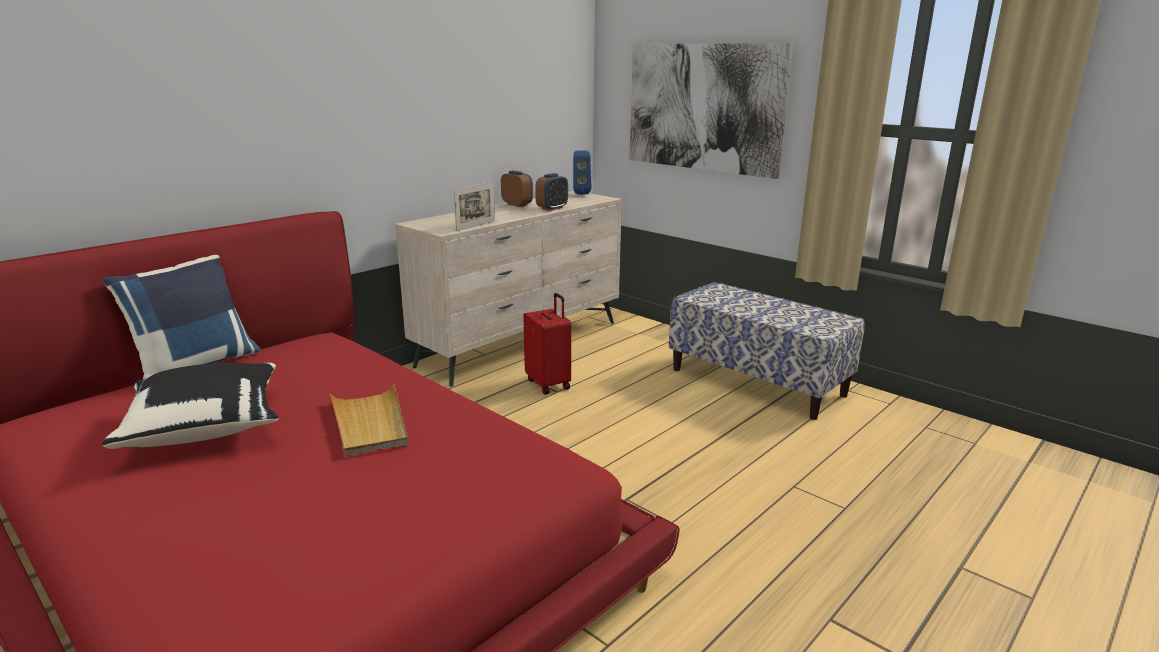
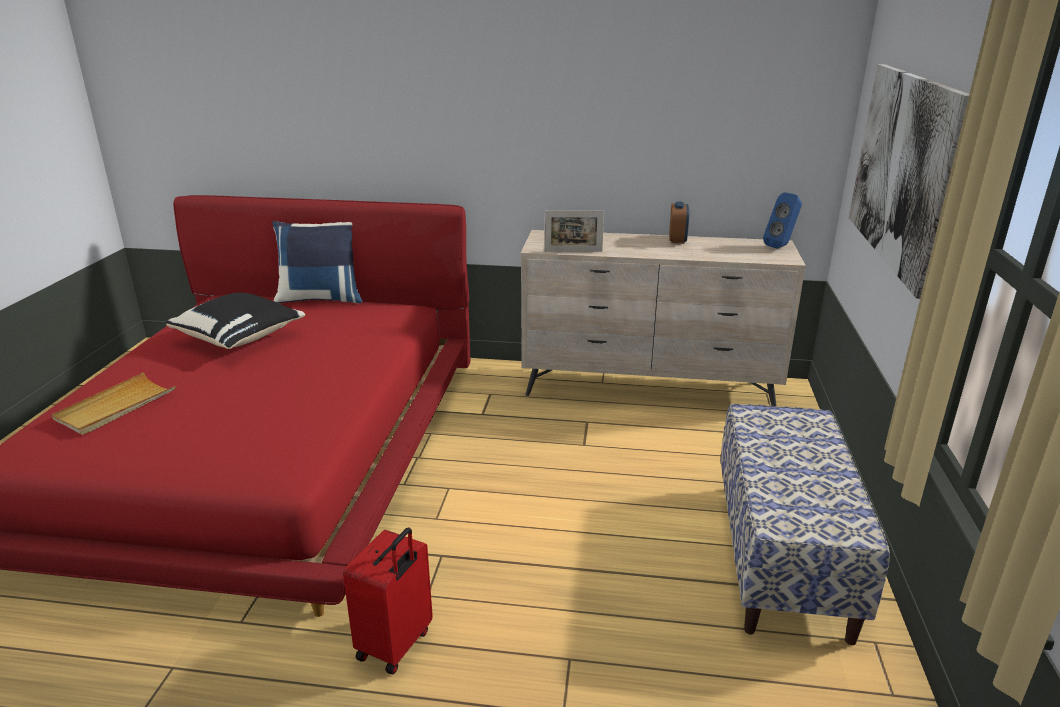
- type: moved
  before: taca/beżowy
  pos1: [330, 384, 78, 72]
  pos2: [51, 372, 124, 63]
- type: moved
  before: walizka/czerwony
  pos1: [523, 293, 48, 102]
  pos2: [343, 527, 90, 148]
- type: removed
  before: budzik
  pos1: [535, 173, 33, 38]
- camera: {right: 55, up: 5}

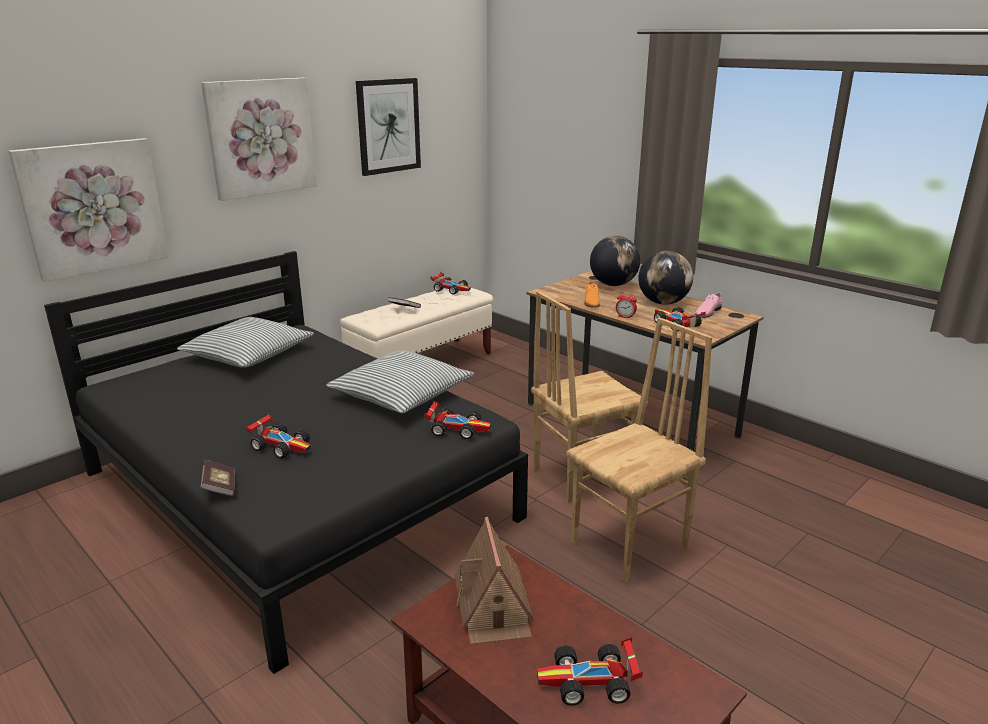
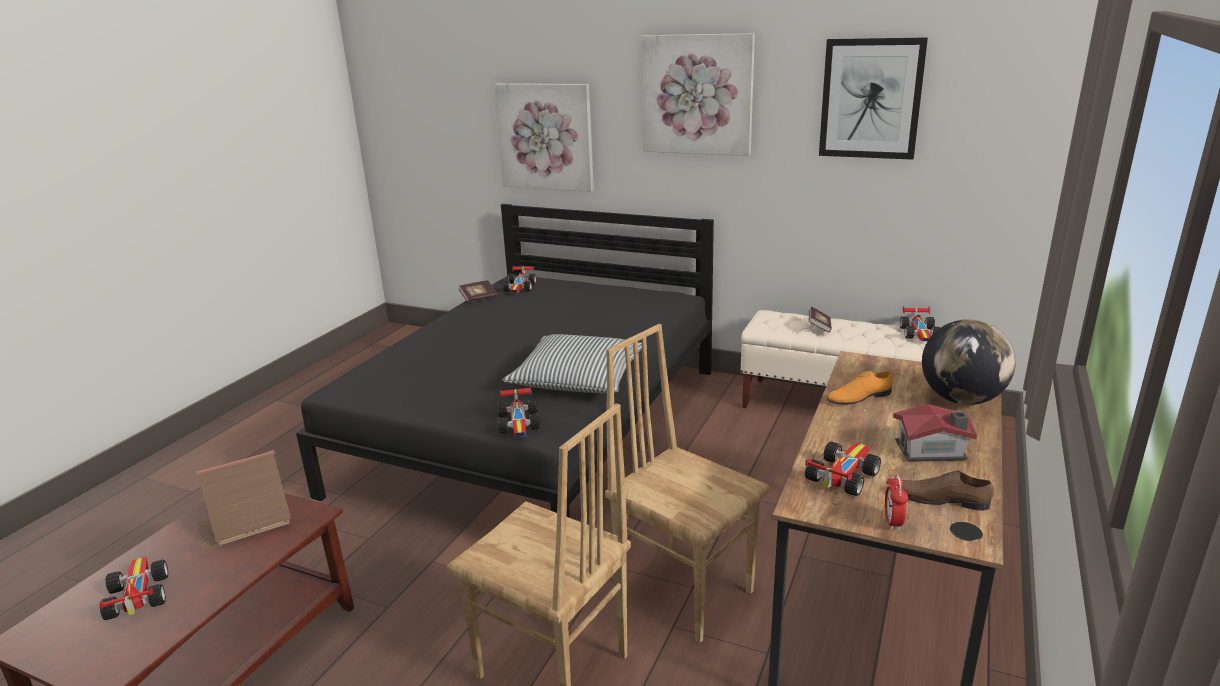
- type: moved
  before: książka
  pos1: [201, 460, 34, 36]
  pos2: [459, 280, 39, 23]
- type: moved
  before: samochodzik
  pos1: [245, 413, 67, 45]
  pos2: [503, 265, 33, 28]
- type: moved
  before: budzik
  pos1: [616, 291, 21, 28]
  pos2: [885, 474, 23, 57]
- type: replaced
  before: globus
  after: domek
  pos1: [638, 251, 55, 54]
  pos2: [893, 404, 84, 58]
- type: recoloured
  before: but/różowy
  after: but/brązowy
  pos1: [696, 293, 26, 25]
  pos2: [902, 471, 92, 40]
- type: removed
  before: poduszka
  pos1: [177, 317, 137, 51]
- camera: {right: 70, up: 0}

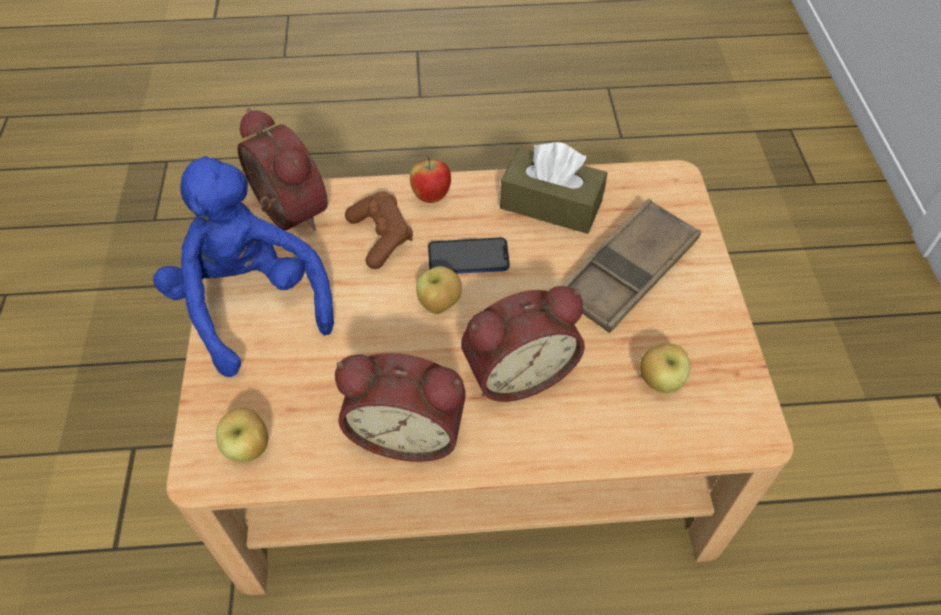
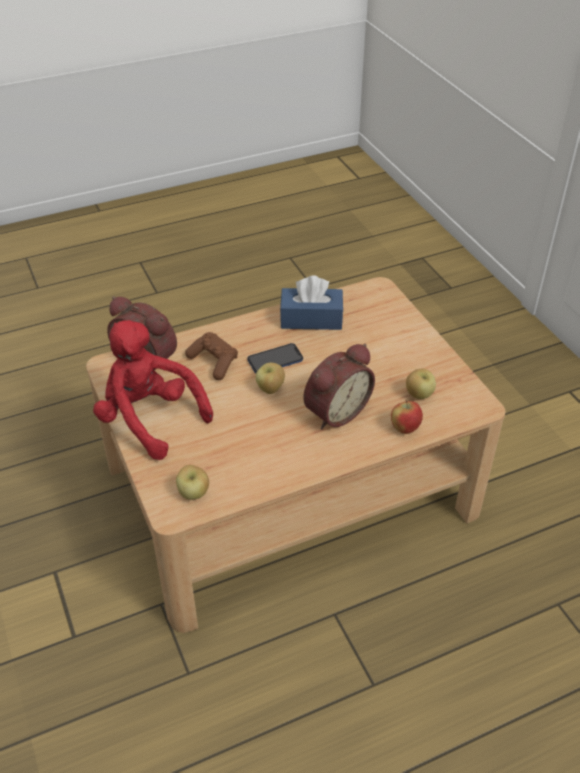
- type: recoloured
  before: pluszak/niebieski
  after: pluszak/czerwony
  pos1: [153, 156, 181, 221]
  pos2: [93, 320, 120, 140]
- type: recoloured
  before: pudełko chusteczek/brązowy
  after: pudełko chusteczek/niebieski
  pos1: [500, 142, 107, 92]
  pos2: [280, 276, 63, 54]
- type: moved
  before: jabłko
  pos1: [410, 157, 41, 46]
  pos2: [391, 400, 32, 34]
- type: removed
  before: budzik
  pos1: [335, 353, 131, 109]
- type: removed
  before: taca/brązowy
  pos1: [562, 199, 139, 134]
- camera: {right: -20, up: -10}

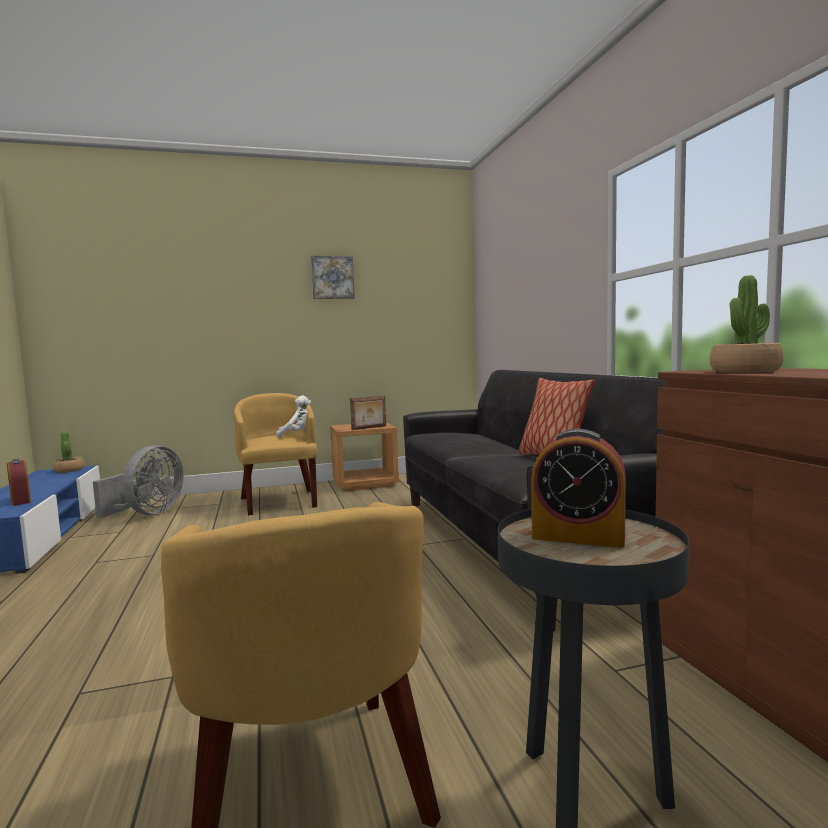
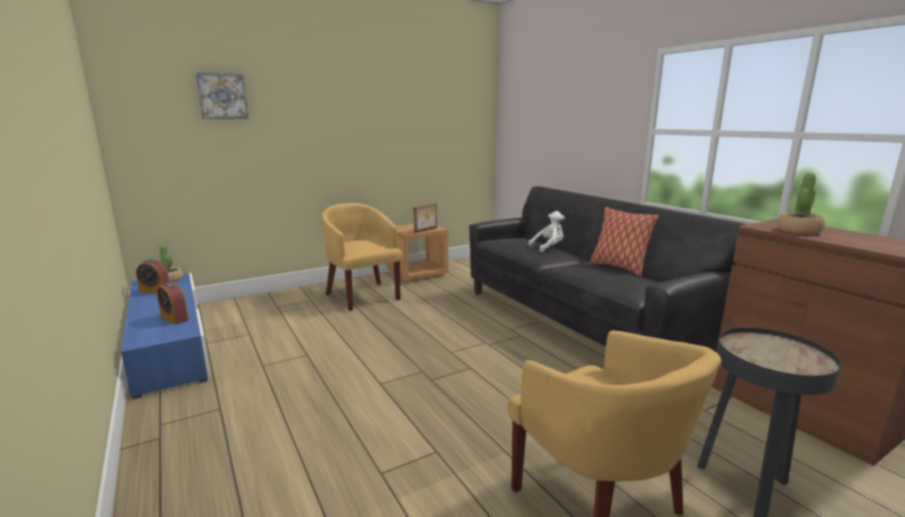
- type: moved
  before: budzik
  pos1: [531, 429, 95, 119]
  pos2: [136, 259, 34, 34]
- type: moved
  before: obraz
  pos1: [311, 256, 44, 43]
  pos2: [196, 72, 53, 47]
- type: moved
  before: pluszak/biały
  pos1: [276, 395, 35, 43]
  pos2: [528, 211, 37, 41]
- type: removed
  before: wentylator/szary
  pos1: [93, 445, 91, 73]
- camera: {right: -15, up: 10}

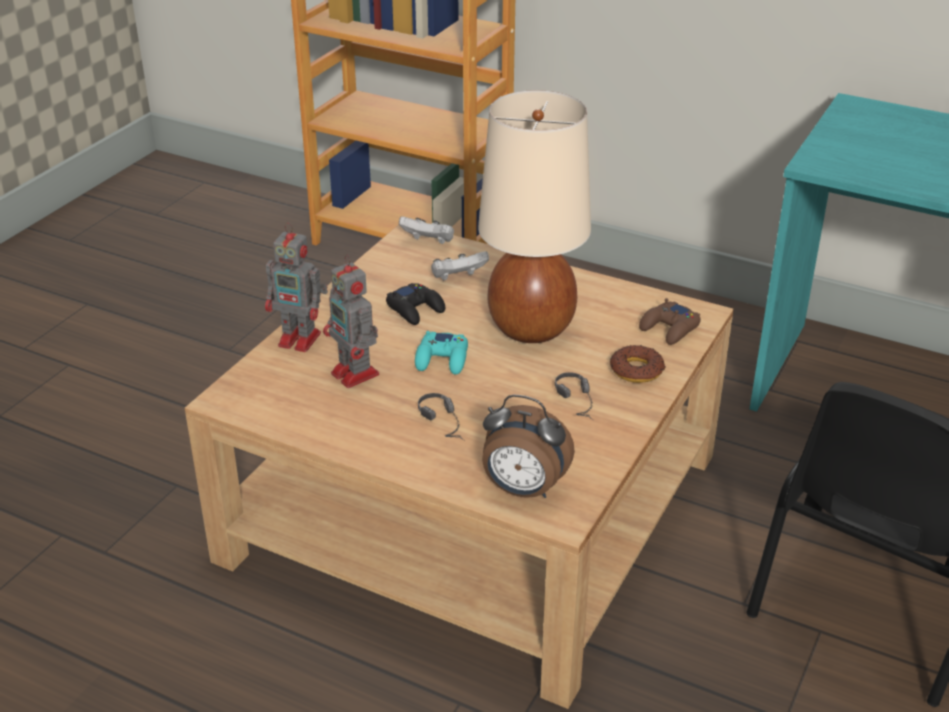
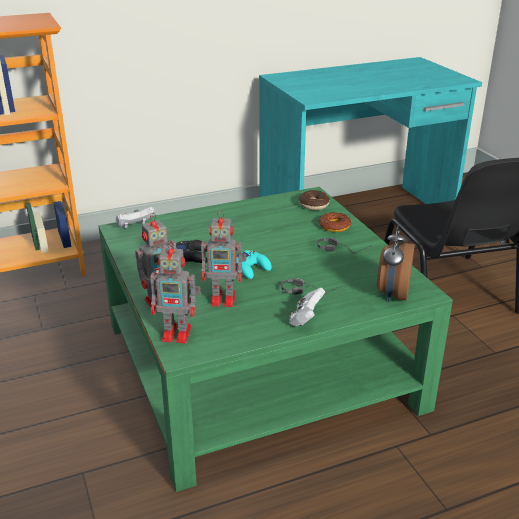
- type: recoloured
  before: ława/beżowy
  after: ława/zielony
  pos1: [185, 224, 549, 485]
  pos2: [99, 187, 354, 305]
- type: added
  after: robot zabawkowy
  pos2: [150, 240, 51, 103]
- type: moved
  before: pad do gier/biały
  pos1: [431, 251, 58, 30]
  pos2: [288, 288, 37, 39]
- type: replaced
  before: pad do gier/brązowy
  after: donut
  pos1: [639, 298, 62, 47]
  pos2: [299, 190, 31, 20]
- type: turned
  before: budzik
  pos1: [482, 394, 93, 104]
  pos2: [377, 225, 37, 77]
  turn: 135
- type: removed
  before: lampa stołowa/beżowy
  pos1: [478, 90, 113, 253]
- camera: {right: -50, up: -5}

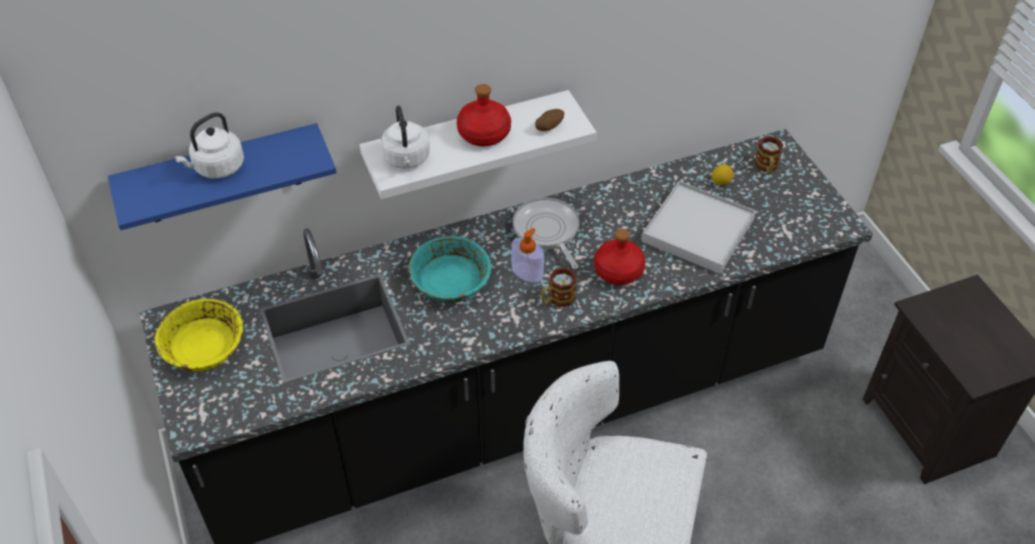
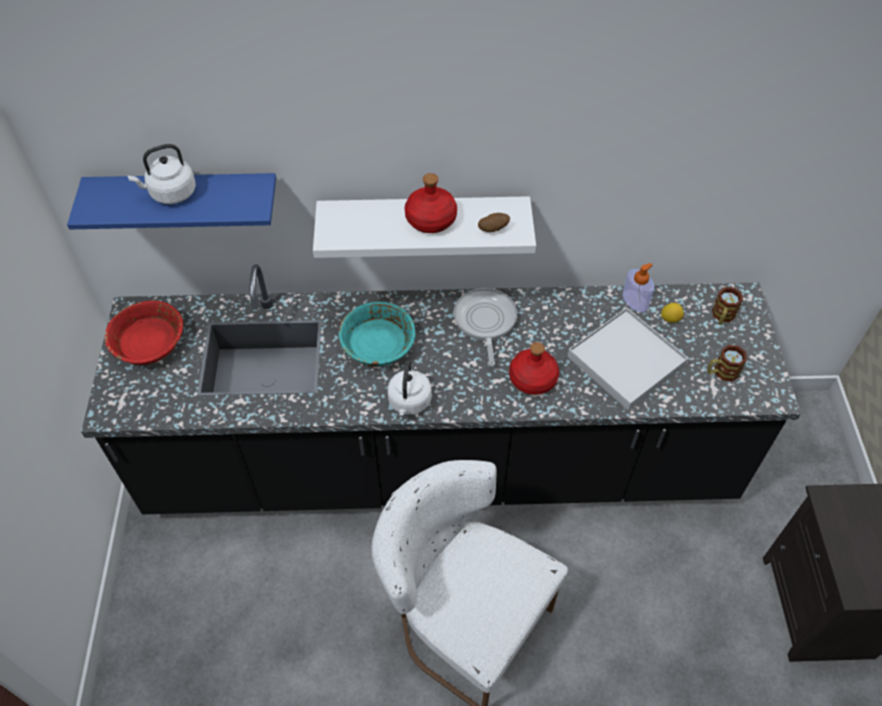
- type: recoloured
  before: miska/żółty
  after: miska/czerwony
  pos1: [155, 299, 88, 73]
  pos2: [105, 300, 78, 65]
- type: moved
  before: czajnik/biały
  pos1: [381, 105, 49, 63]
  pos2: [388, 360, 44, 55]
- type: moved
  before: dozownik mydła
  pos1: [512, 228, 32, 55]
  pos2: [622, 263, 33, 49]
- type: moved
  before: kubek
  pos1: [541, 267, 36, 40]
  pos2: [707, 345, 40, 37]
- camera: {right: 20, up: 5}

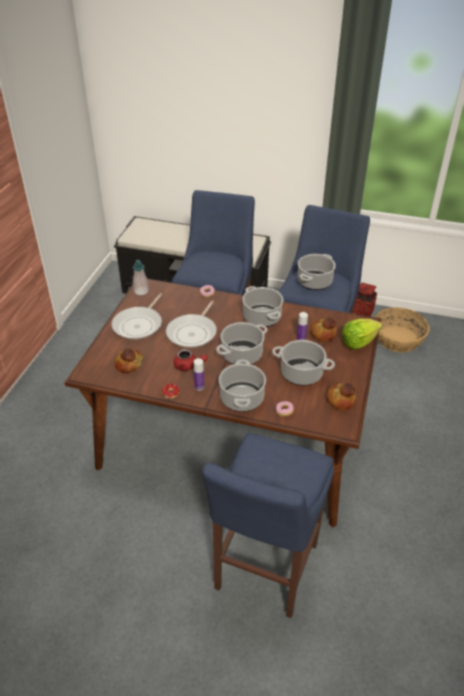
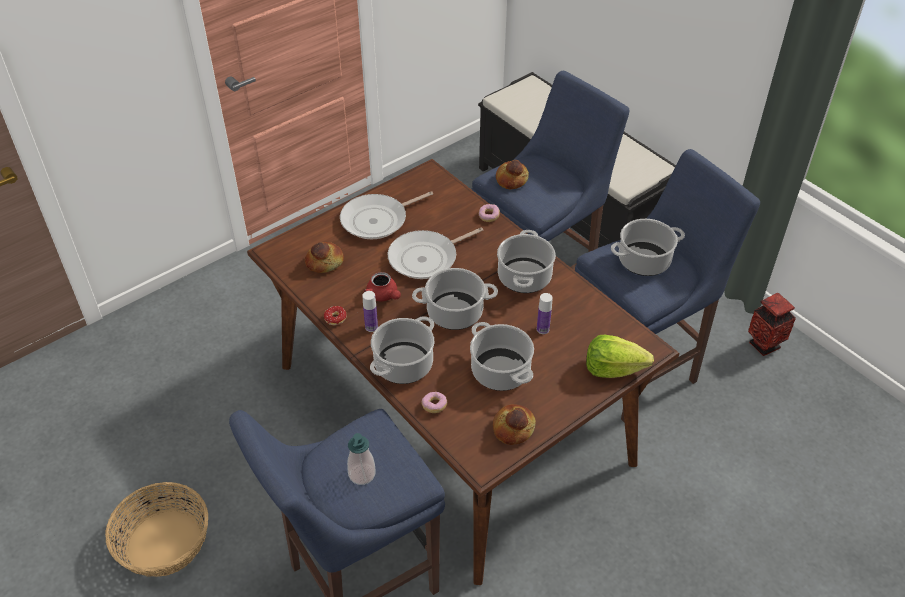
- type: moved
  before: koszyk
  pos1: [375, 307, 55, 45]
  pos2: [105, 482, 103, 95]
- type: moved
  before: dozownik mydła
  pos1: [133, 260, 16, 35]
  pos2: [347, 433, 29, 52]
- type: moved
  before: chleb
  pos1: [310, 317, 27, 25]
  pos2: [496, 160, 33, 29]
- camera: {right: 35, up: 5}

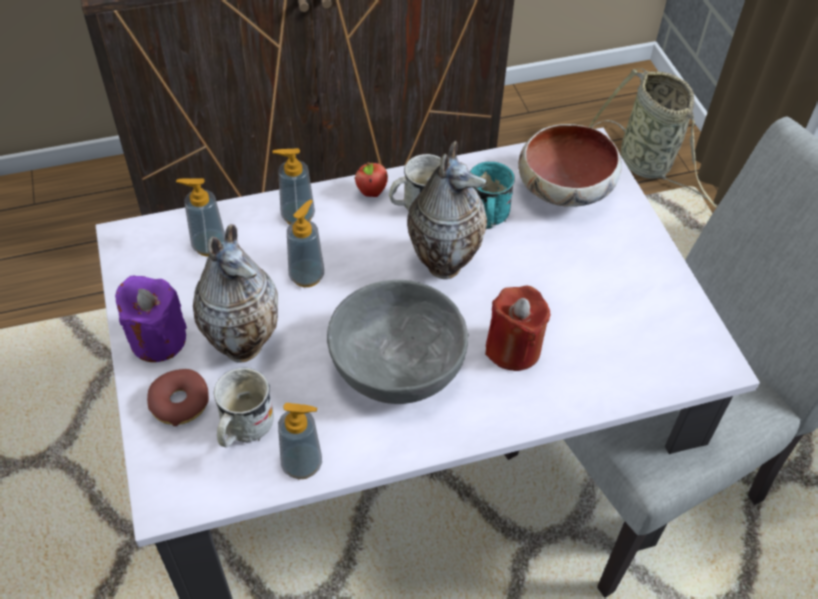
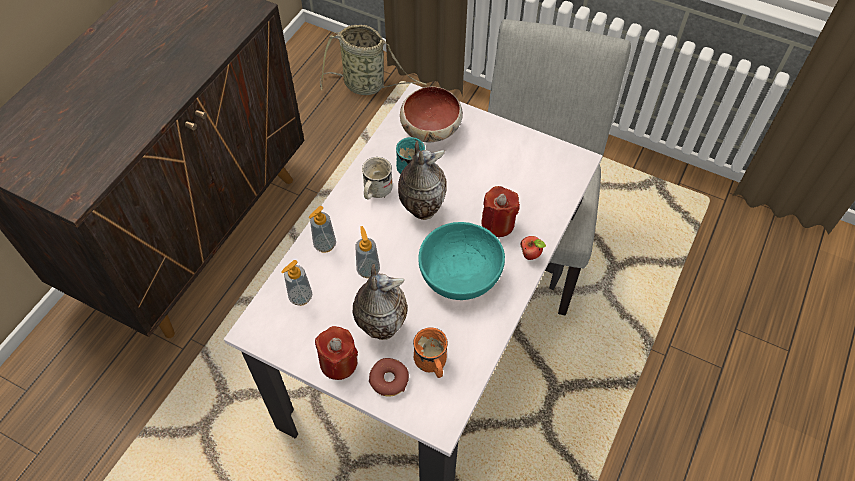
- type: recoloured
  before: świeca/fioletowy
  after: świeca/czerwony
  pos1: [115, 276, 72, 86]
  pos2: [315, 326, 43, 54]
- type: recoloured
  before: kubek/biały
  after: kubek/pomarańczowy
  pos1: [214, 368, 60, 79]
  pos2: [413, 327, 35, 51]
- type: recoloured
  before: miska/szary
  after: miska/turkusowy
  pos1: [327, 280, 142, 124]
  pos2: [418, 222, 87, 78]
- type: moved
  before: jabłko
  pos1: [354, 162, 34, 35]
  pos2: [520, 236, 26, 24]
- type: removed
  before: dozownik mydła
  pos1: [278, 403, 44, 76]
- camera: {right: -45, up: 5}

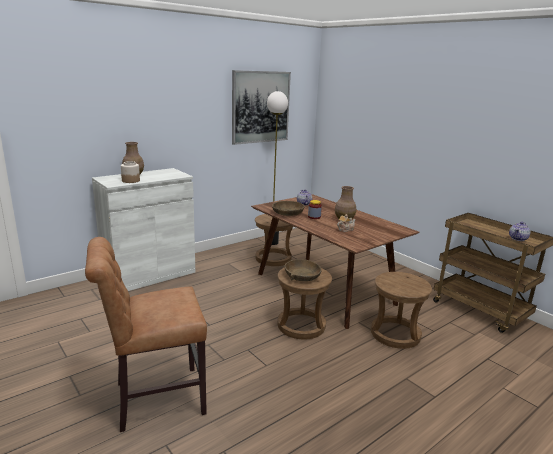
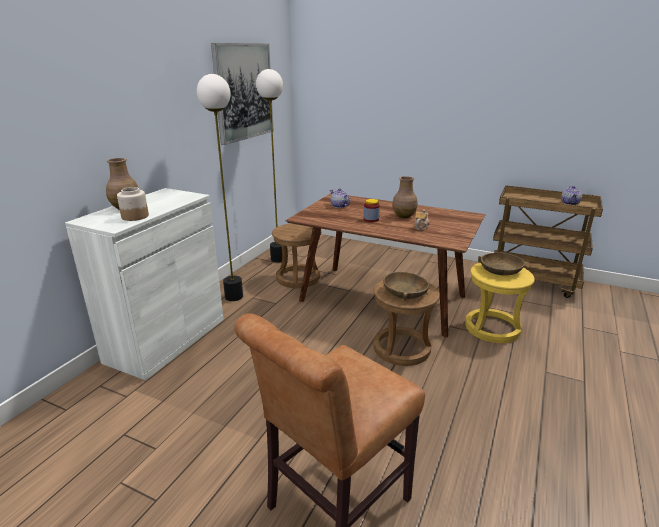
- type: added
  after: lampa stojąca
  pos2: [197, 74, 46, 227]
- type: recoloured
  before: stołek/brązowy
  after: stołek/żółty
  pos1: [371, 272, 61, 77]
  pos2: [465, 263, 70, 80]
- type: moved
  before: miska/brązowy
  pos1: [272, 201, 32, 15]
  pos2: [478, 252, 47, 24]
- camera: {right: -25, up: 5}

